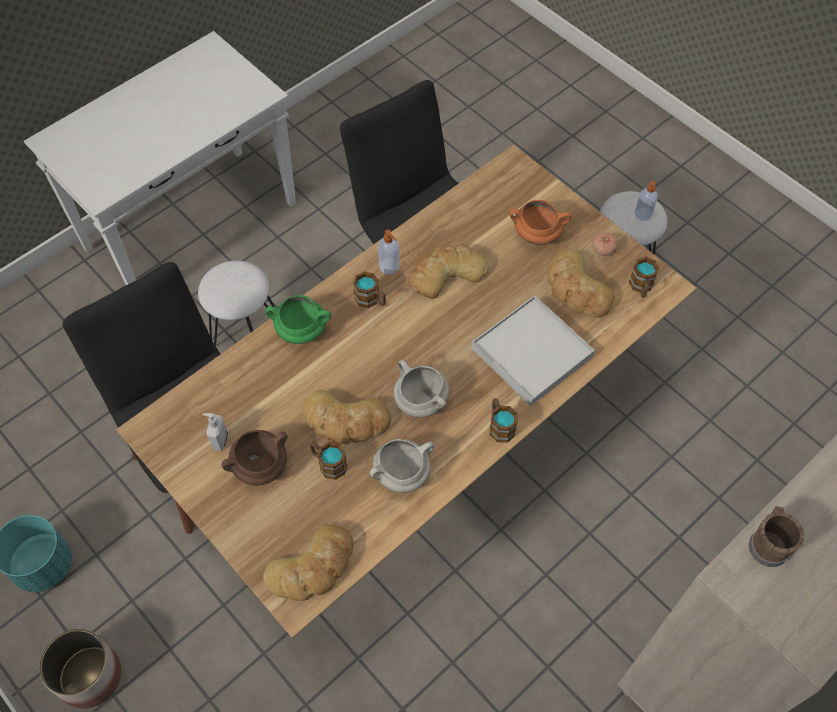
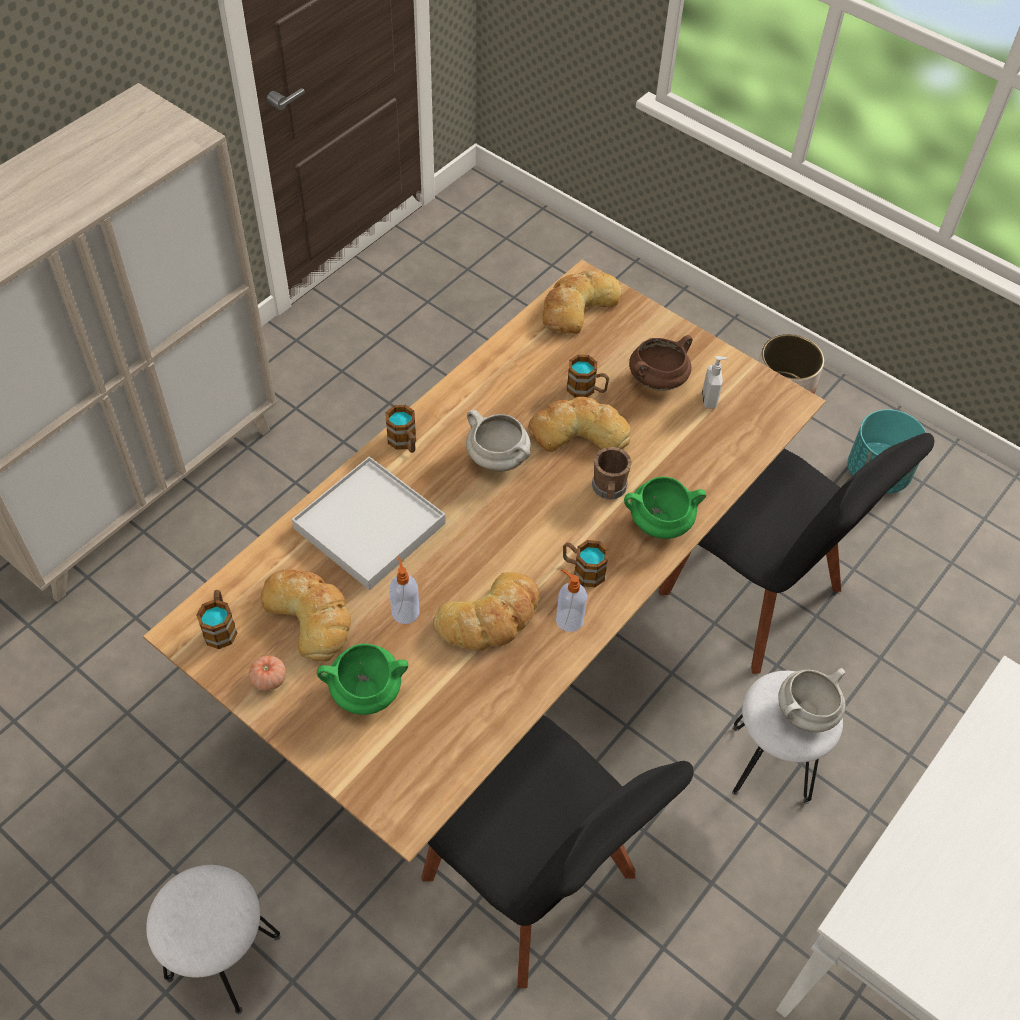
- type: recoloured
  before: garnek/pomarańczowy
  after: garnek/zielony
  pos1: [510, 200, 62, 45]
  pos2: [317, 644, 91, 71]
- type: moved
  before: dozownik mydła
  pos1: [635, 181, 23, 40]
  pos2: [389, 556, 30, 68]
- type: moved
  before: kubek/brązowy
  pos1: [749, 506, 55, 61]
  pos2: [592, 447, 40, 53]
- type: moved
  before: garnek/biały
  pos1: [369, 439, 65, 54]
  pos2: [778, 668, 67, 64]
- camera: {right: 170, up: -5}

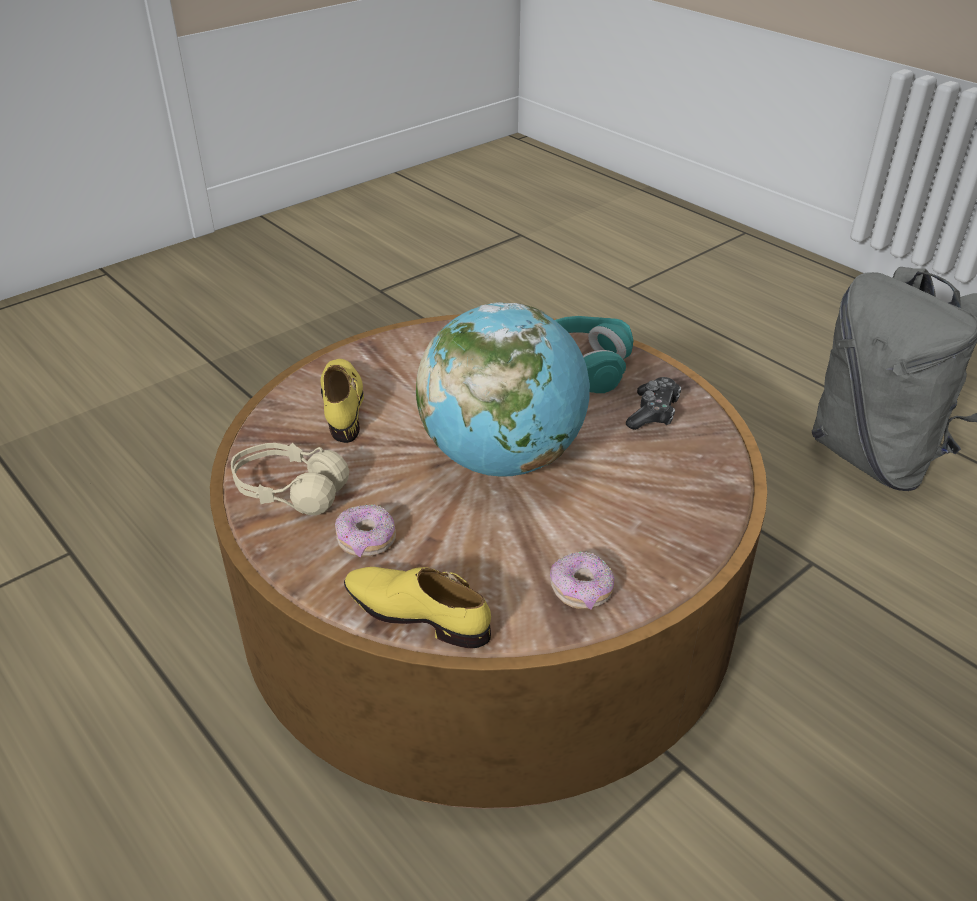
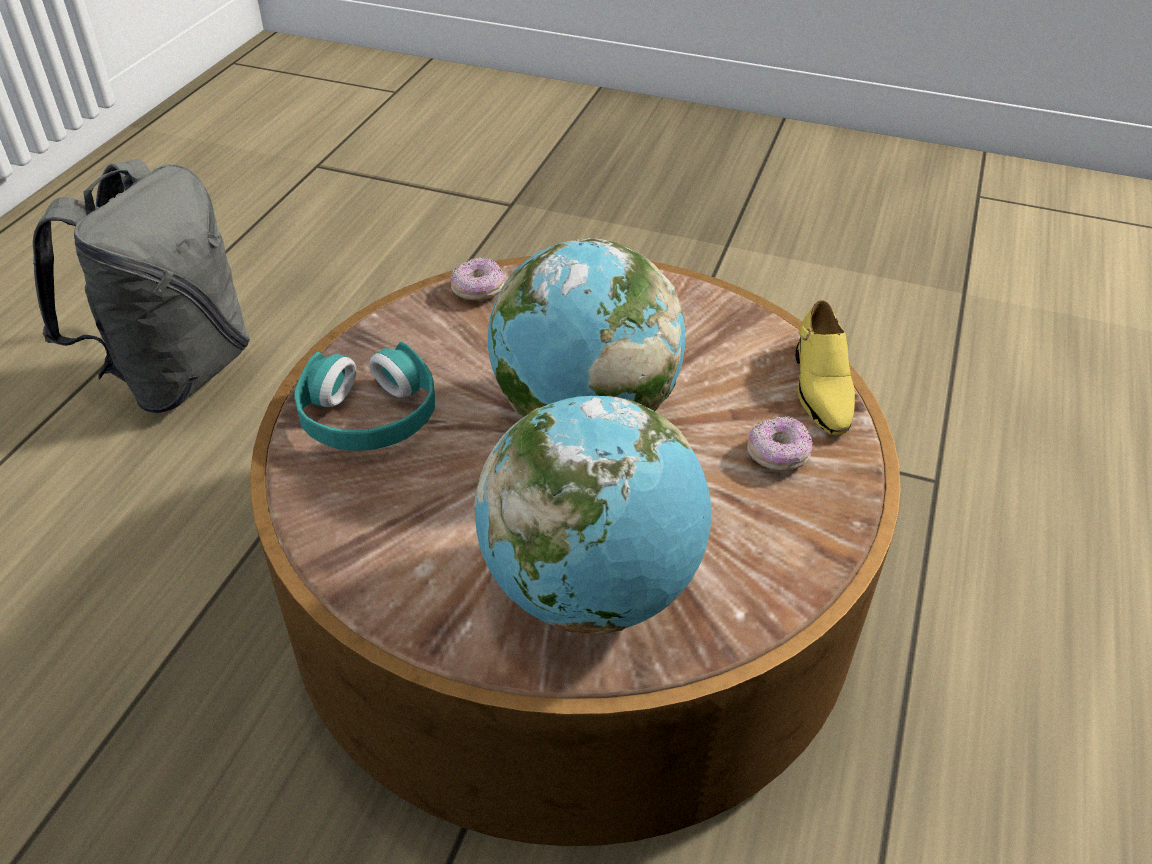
- type: moved
  before: donut
  pos1: [550, 551, 65, 59]
  pos2: [450, 257, 54, 43]
- type: replaced
  before: but/żółty
  after: globus
  pos1: [321, 359, 43, 84]
  pos2: [474, 396, 237, 238]
- type: removed
  before: słuchawki/beżowy
  pos1: [231, 443, 118, 72]
- type: removed
  before: pad do gier
  pos1: [626, 377, 55, 53]
- camera: {right: -120, up: 5}

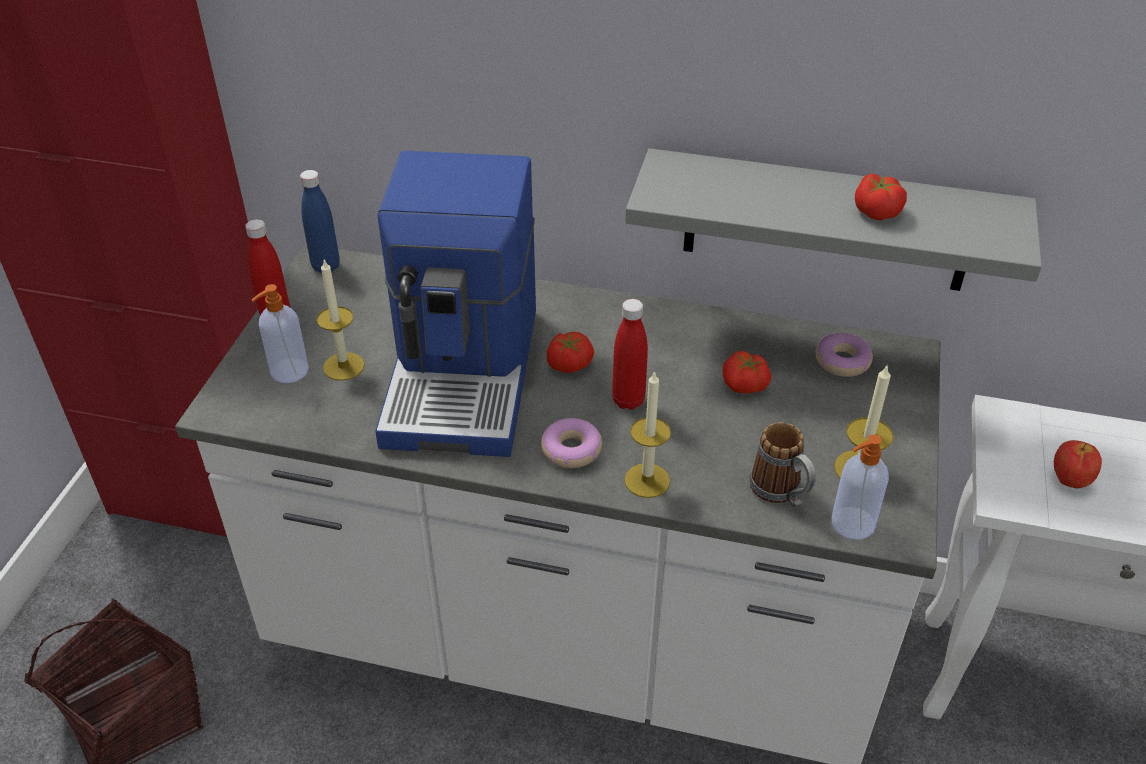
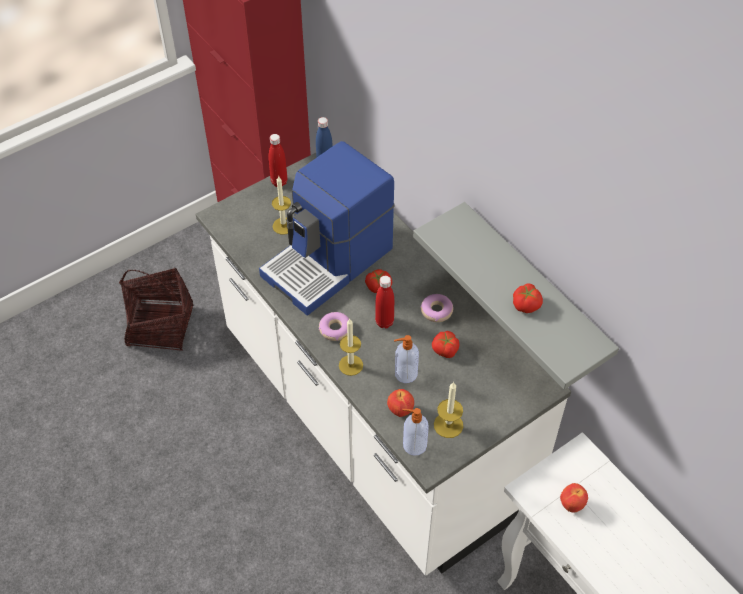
- type: replaced
  before: kubek
  after: jabłko
  pos1: [750, 422, 66, 86]
  pos2: [387, 389, 27, 28]
- type: moved
  before: dozownik mydła
  pos1: [252, 284, 57, 99]
  pos2: [394, 335, 25, 48]
- type: moved
  before: donut
  pos1: [815, 333, 58, 44]
  pos2: [420, 294, 33, 28]
- camera: {right: 40, up: 10}

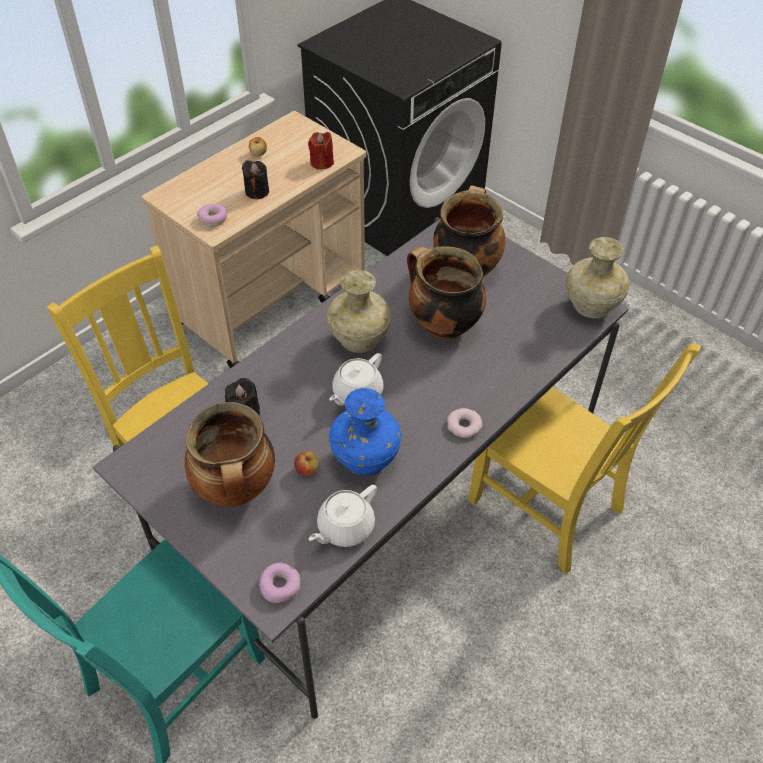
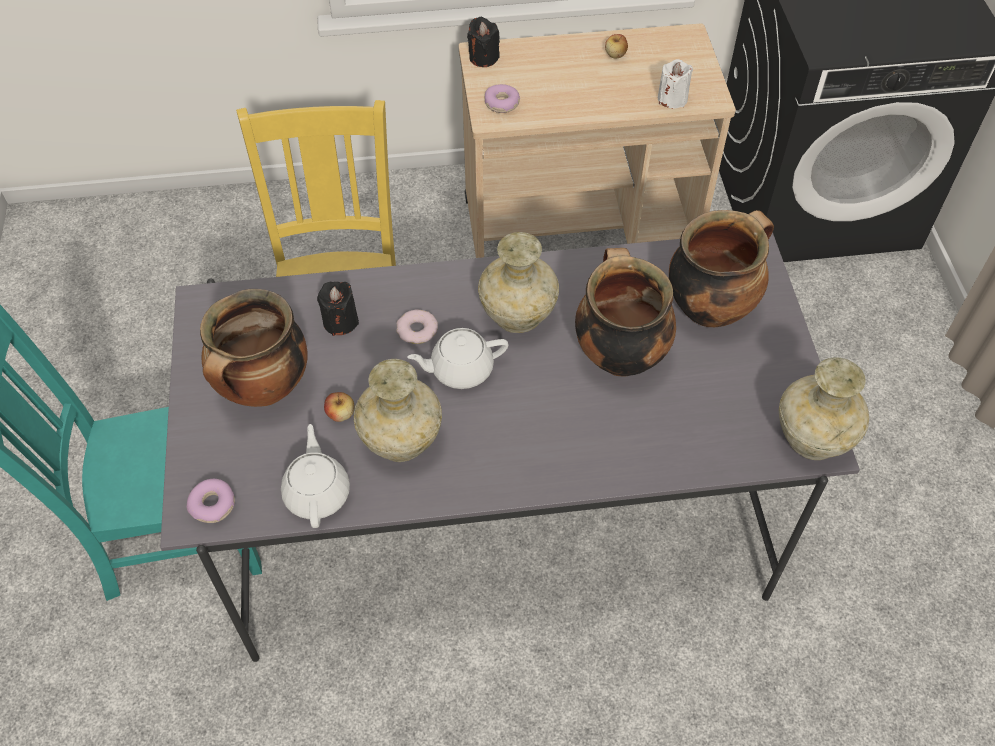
- type: turned
  before: imbryk/biały
  pos1: [309, 485, 68, 62]
  pos2: [281, 424, 69, 104]
  turn: 90
- type: recoloured
  before: wazon/niebieski
  after: wazon/beżowy
  pos1: [329, 388, 73, 88]
  pos2: [354, 359, 88, 103]
- type: moved
  before: donut
  pos1: [447, 408, 35, 30]
  pos2: [396, 309, 42, 35]
- type: moved
  before: świeca/czarny
  pos1: [242, 160, 27, 39]
  pos2: [467, 16, 33, 51]
- type: recoloured
  before: świeca/czerwony
  after: świeca/biały
  pos1: [308, 132, 26, 38]
  pos2: [658, 59, 35, 49]
- type: removed
  before: krzesło/żółty
  pos1: [468, 344, 233, 230]
- camera: {right: 40, up: 5}

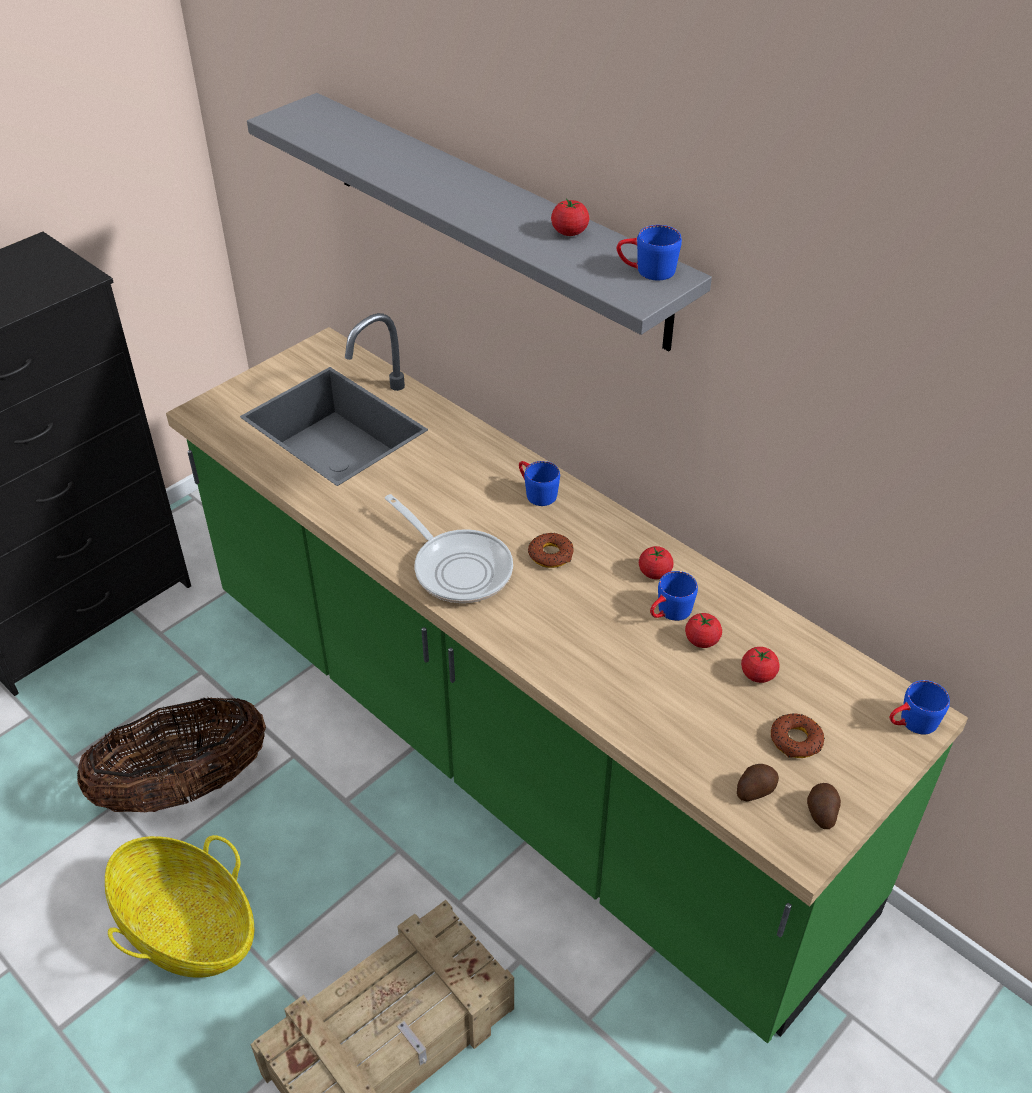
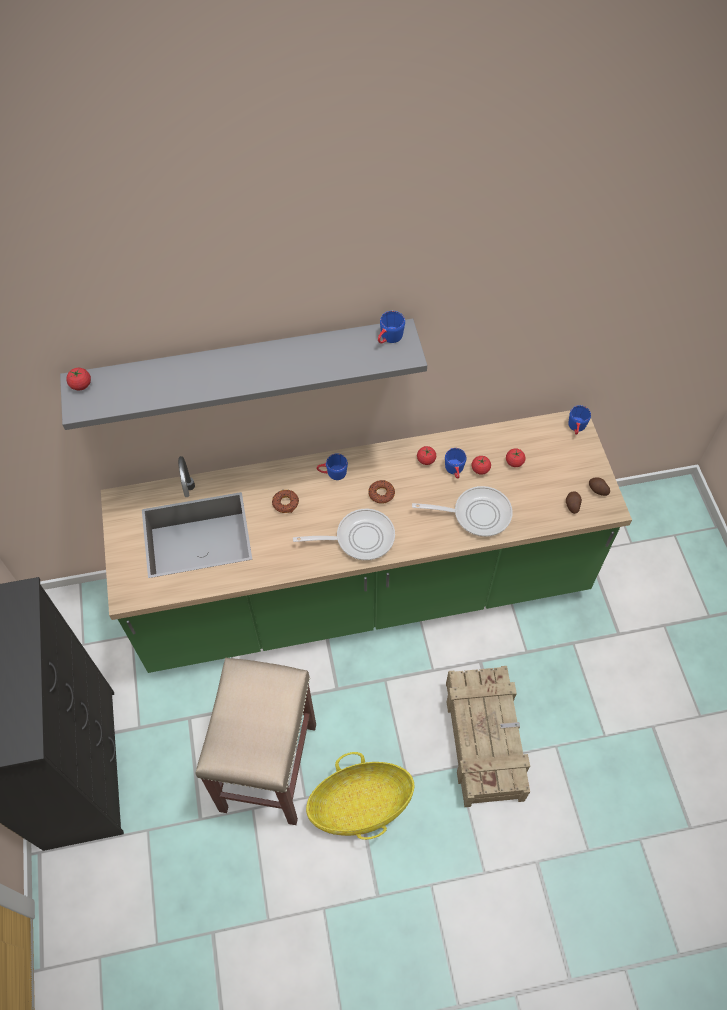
- type: moved
  before: pomidor
  pos1: [551, 198, 38, 38]
  pos2: [66, 368, 25, 23]
- type: replaced
  before: koszyk
  after: stołek/beżowy
  pos1: [77, 697, 189, 115]
  pos2: [196, 658, 120, 167]
- type: moved
  before: donut
  pos1: [771, 714, 54, 44]
  pos2: [272, 490, 27, 23]
- type: added
  after: patelnia
  pos2: [412, 486, 101, 51]
- camera: {right: -55, up: 15}

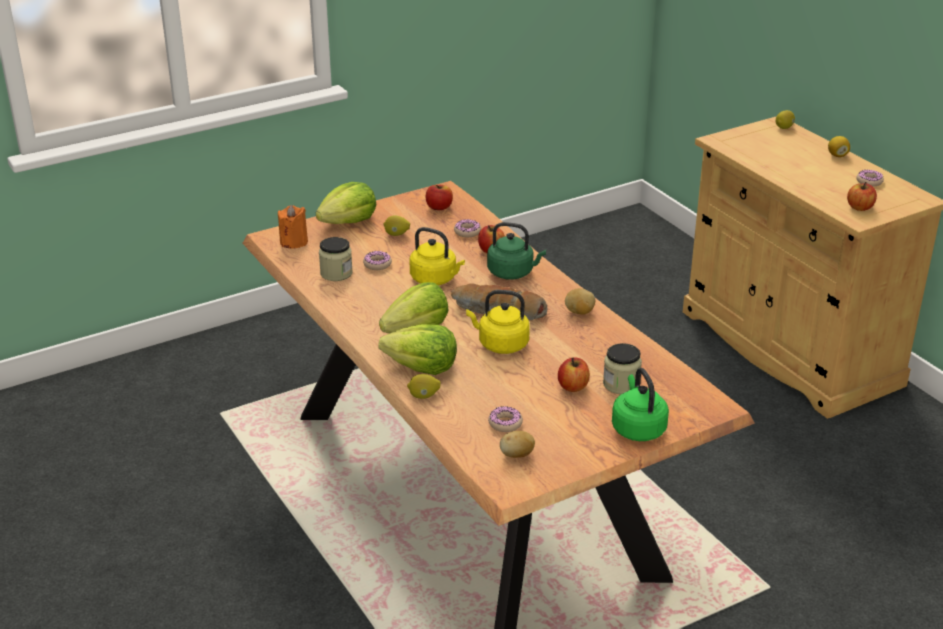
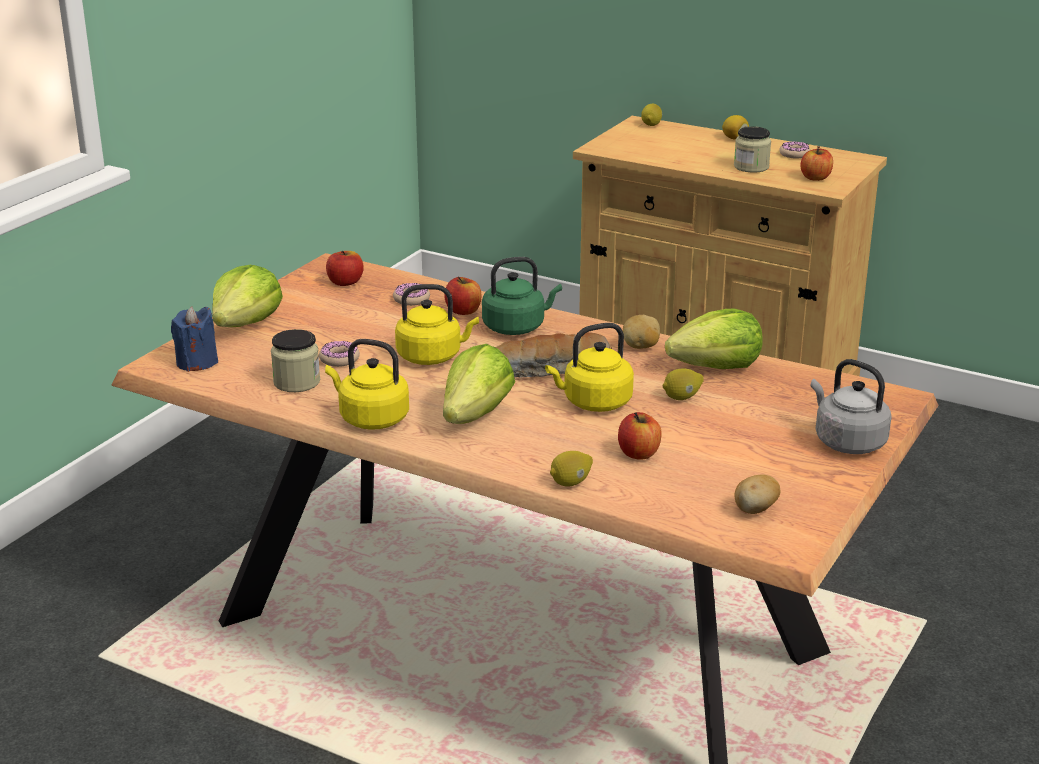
- type: recoloured
  before: świeca/pomarańczowy
  after: świeca/niebieski
  pos1: [278, 205, 30, 43]
  pos2: [171, 306, 47, 66]
- type: added
  after: czajnik/żółty
  pos2: [325, 339, 84, 91]
- type: moved
  before: jabłko
  pos1: [558, 358, 32, 34]
  pos2: [618, 412, 44, 48]
- type: moved
  before: cytryna
  pos1: [383, 216, 27, 20]
  pos2: [663, 369, 41, 31]
- type: moved
  before: sałata
  pos1: [378, 324, 79, 51]
  pos2: [665, 308, 98, 61]
- type: moved
  before: słoik
  pos1: [603, 343, 39, 51]
  pos2: [734, 126, 37, 47]
- type: recoloured
  before: czajnik/zielony
  after: czajnik/szary
  pos1: [612, 368, 57, 73]
  pos2: [811, 359, 81, 95]
- type: removed
  before: donut
  pos1: [488, 406, 35, 26]
- camera: {right: -30, up: -5}

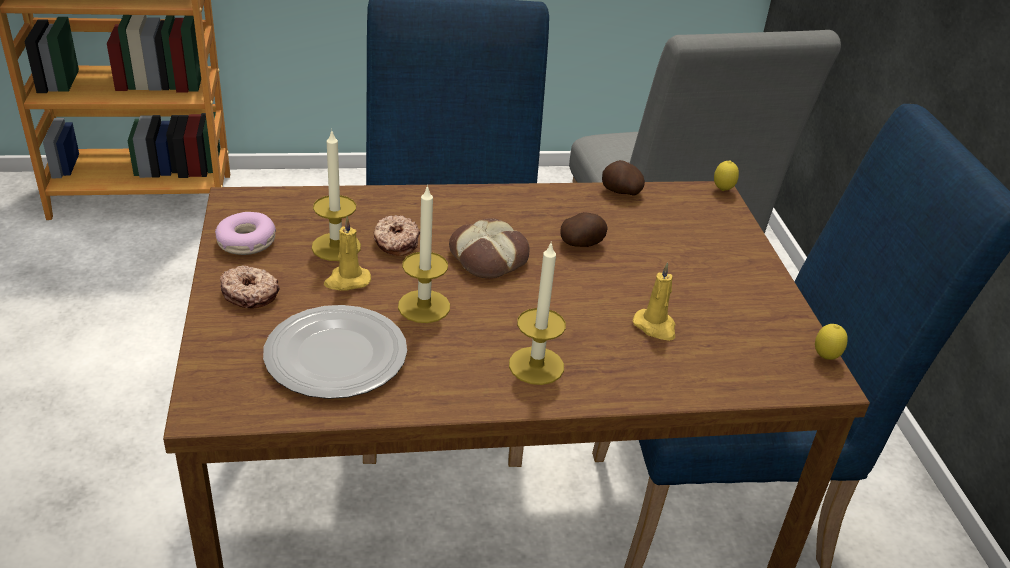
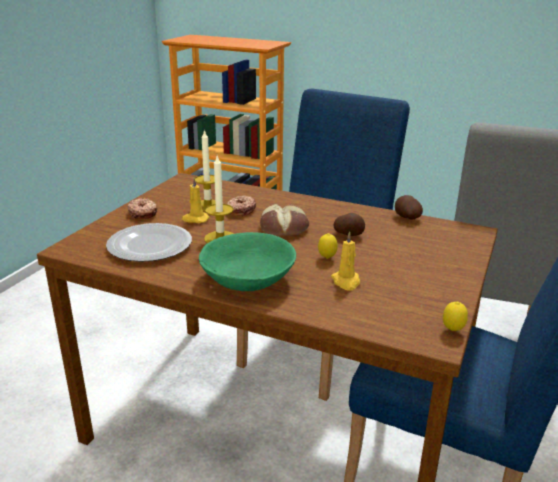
- type: replaced
  before: świeca
  after: miska/zielony
  pos1: [509, 242, 57, 143]
  pos2: [199, 232, 97, 59]
- type: moved
  before: cytryna
  pos1: [714, 160, 25, 31]
  pos2: [318, 233, 20, 26]
- type: removed
  before: donut
  pos1: [215, 212, 61, 43]
- camera: {right: 35, up: -10}

